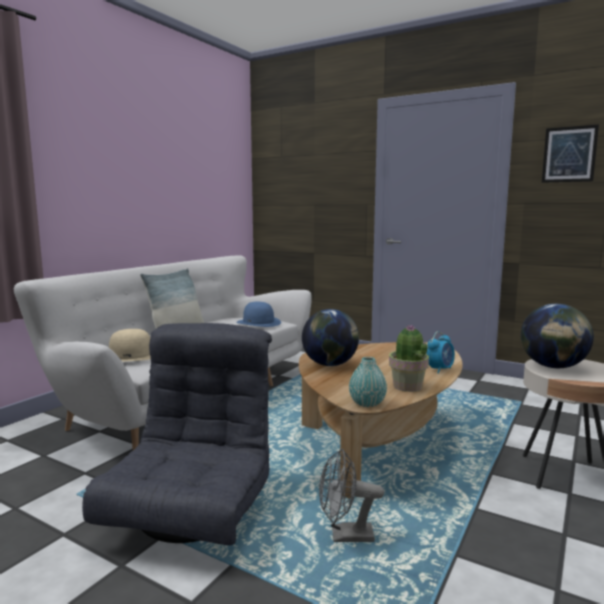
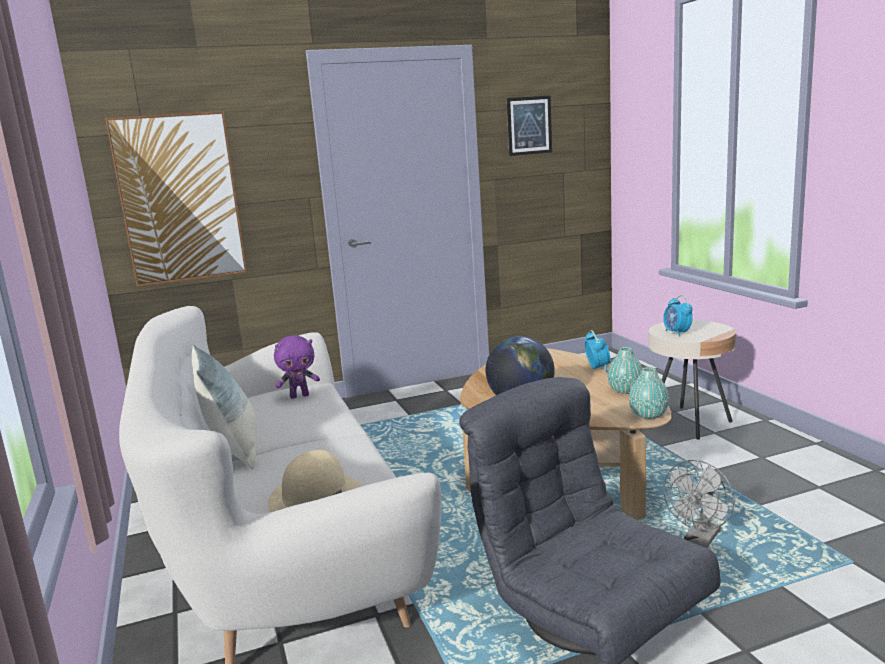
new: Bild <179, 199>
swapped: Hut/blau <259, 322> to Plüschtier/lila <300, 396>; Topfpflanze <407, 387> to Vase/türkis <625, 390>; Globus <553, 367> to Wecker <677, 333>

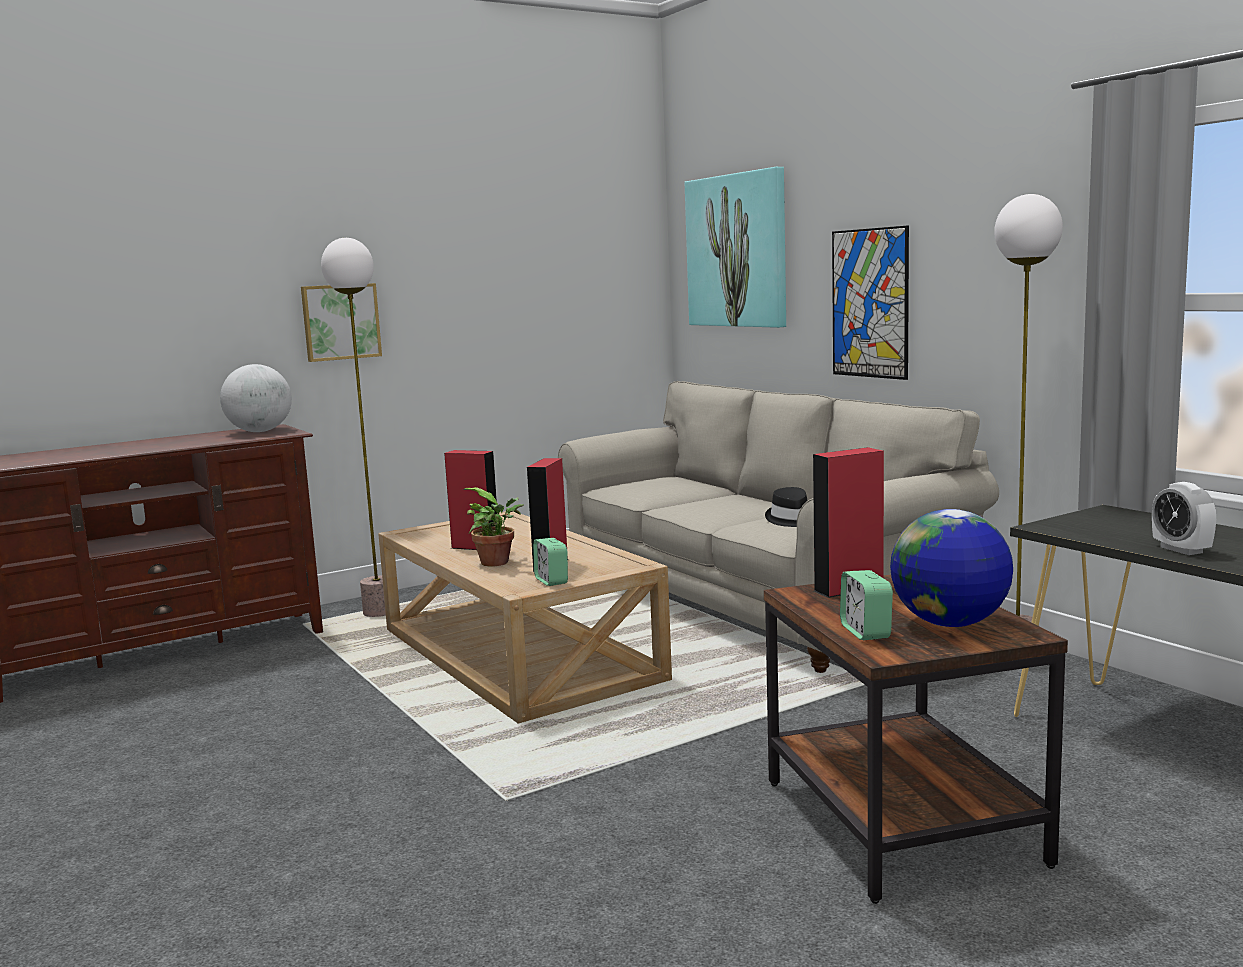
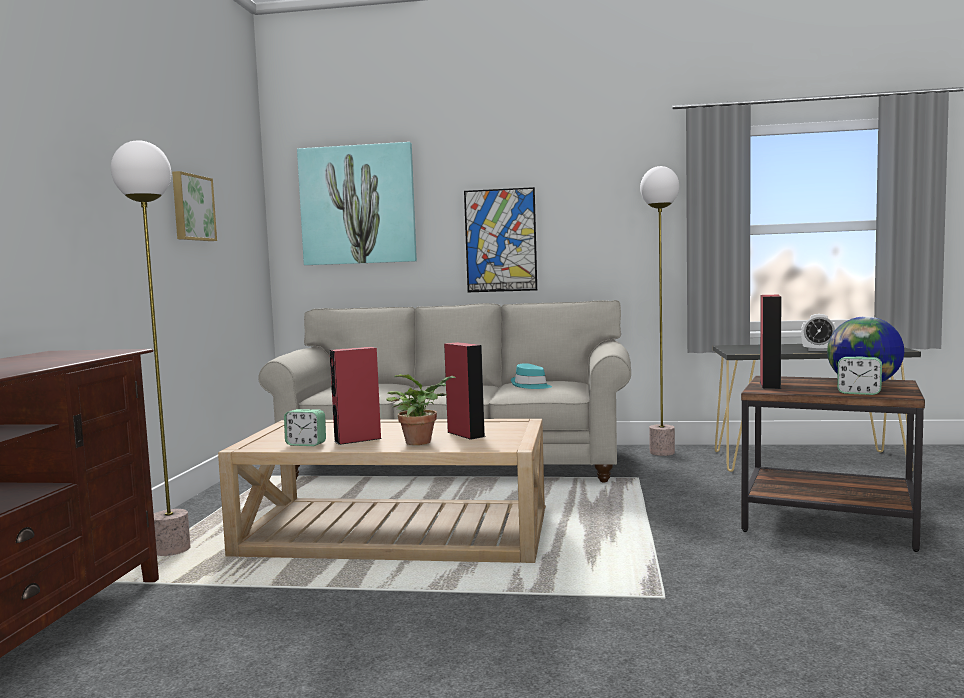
gone: Globus <259, 431>
shifted: Bild <340, 322> to <192, 208>; Wecker <551, 581> to <306, 444>
repainted: Hut/schwarz <791, 520> to Hut/türkis <531, 386>

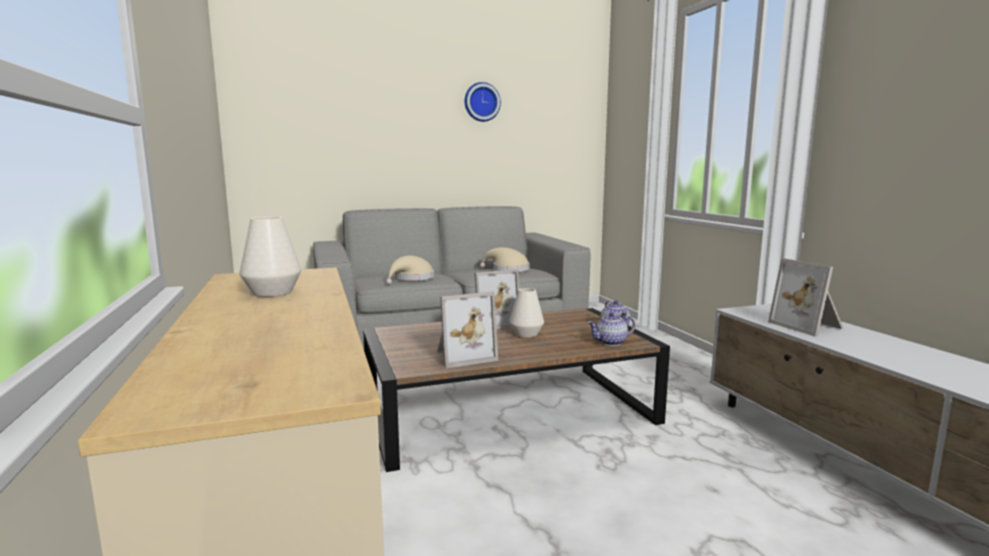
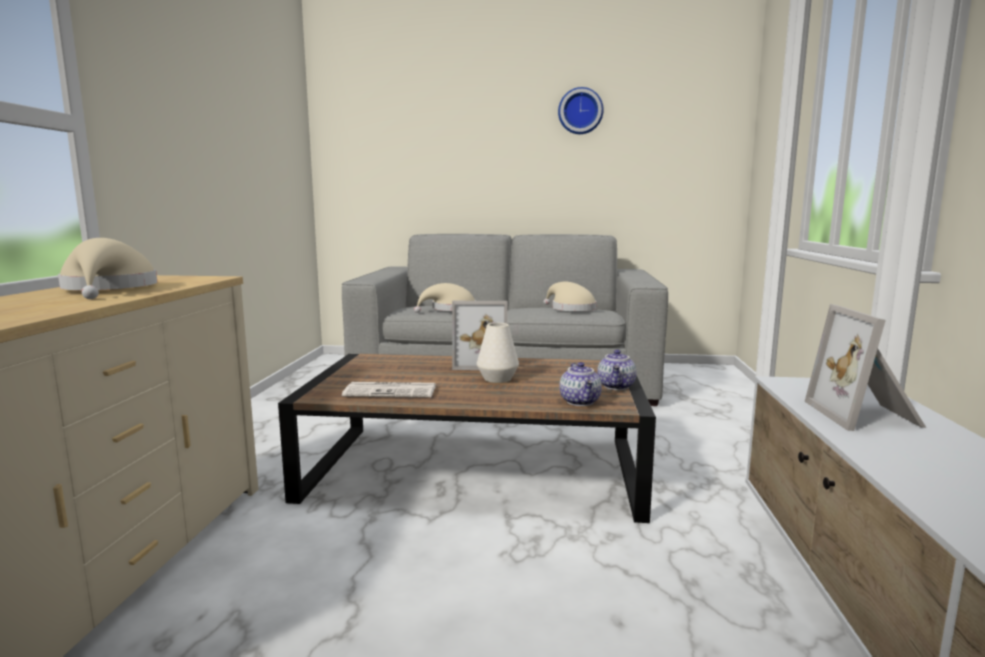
swapped: Vase/weiß <272, 292> to Hut/beige <109, 289>; Bilderrahmen <463, 356> to Zeitung <392, 391>
rotated: Teekanne <611, 343> = <581, 402> 105 degrees counterclockwise

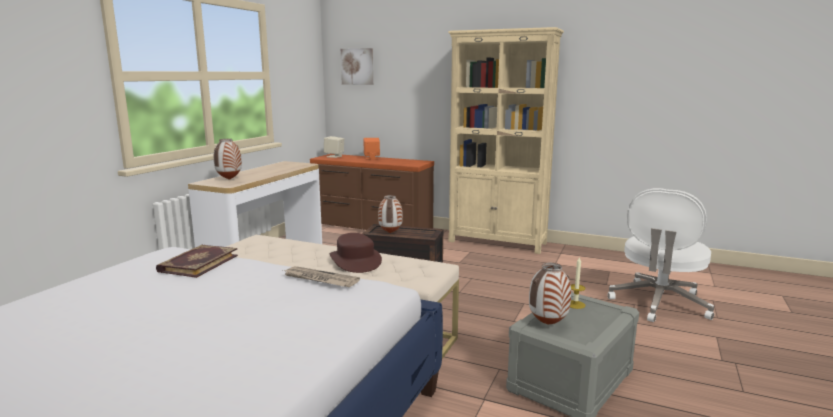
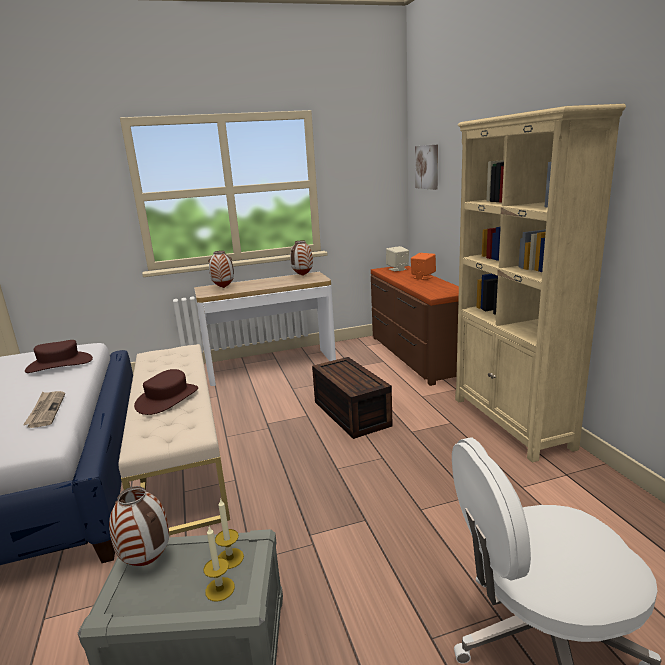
new: Kerze <220, 589>
shifted: Vase <390, 233> to <302, 275>
swapped: Buch <198, 263> to Hut/braun <59, 364>

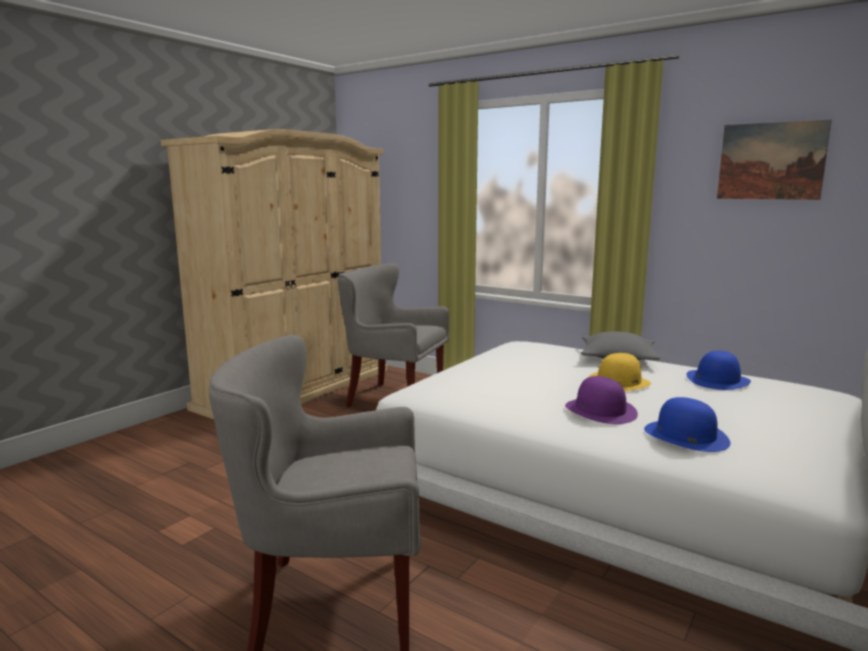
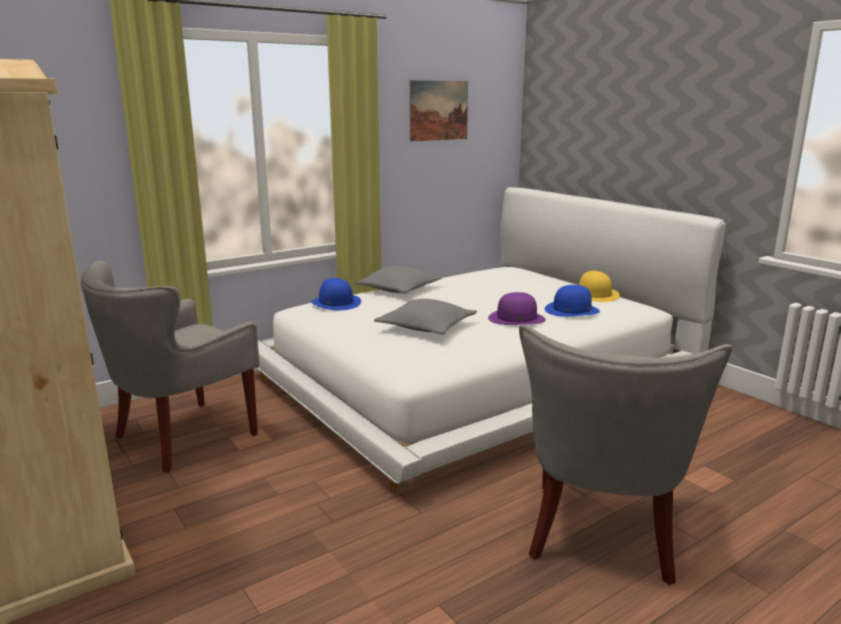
new: Kissen/grau <426, 327>
shifted: Hut/gelb <619, 382> to <594, 294>; Hut/blau <717, 380> to <336, 302>

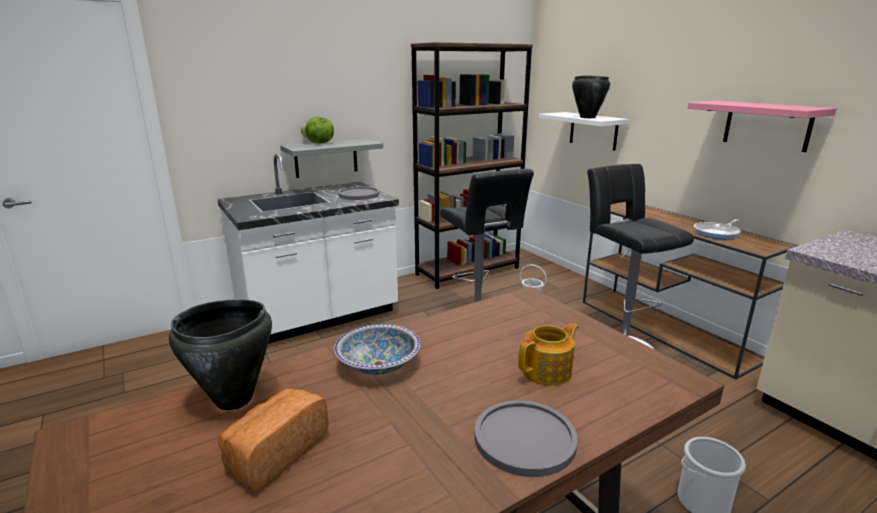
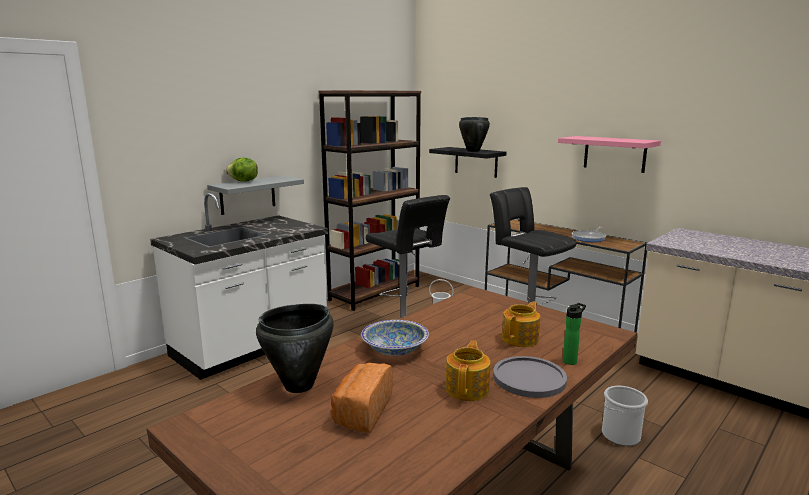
gone: Teller/grau <359, 194>
new: Teekanne <468, 389>; Flasche <571, 361>
repainted: Wandregal/weiß <593, 131> to Wandregal/schwarz <476, 162>

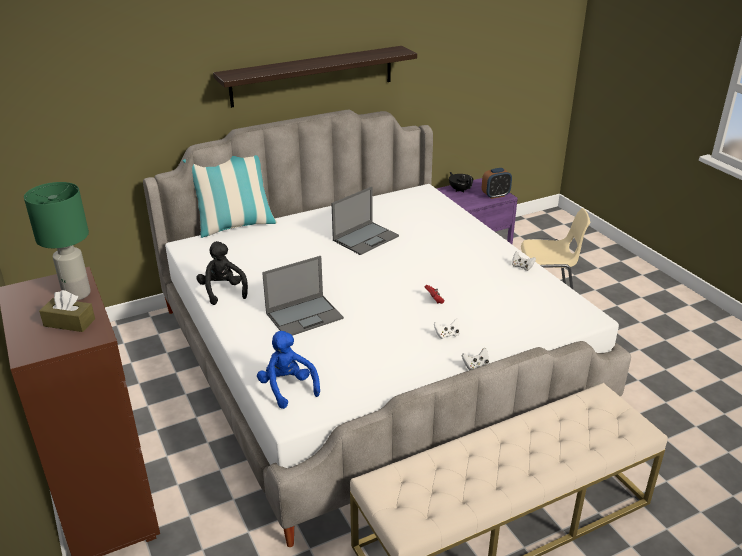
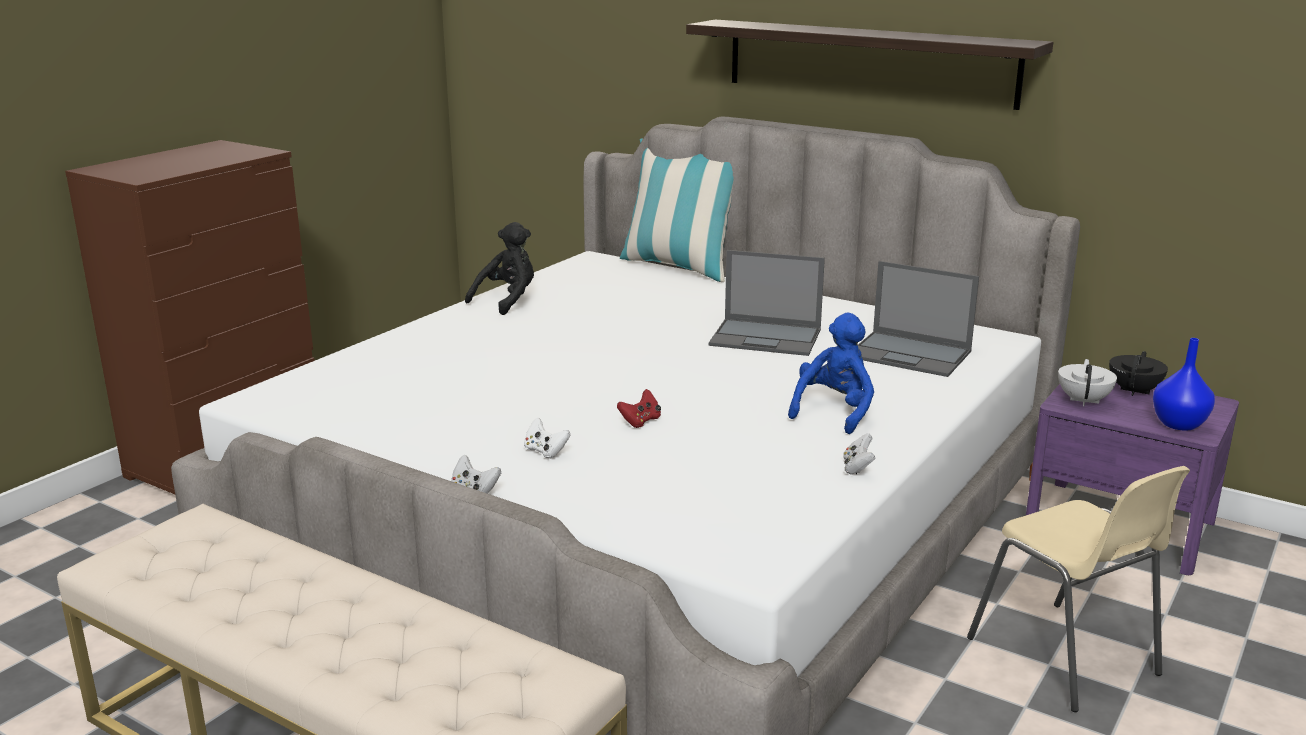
gone: Tischlampe/grün <77, 294>; Taschentuchbox/braun <69, 322>
new: Teekanne/weiß <1084, 401>
shifted: Plüschtier/blau <287, 388> to <834, 411>; Laptop <305, 315> to <911, 354>
swapped: Wecker <495, 195> to Vase/blau <1180, 424>

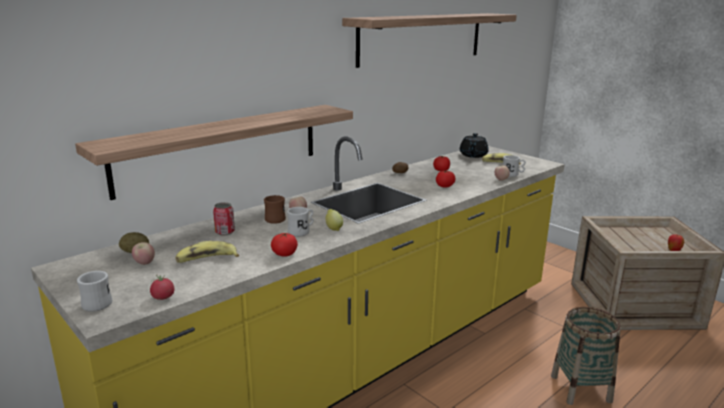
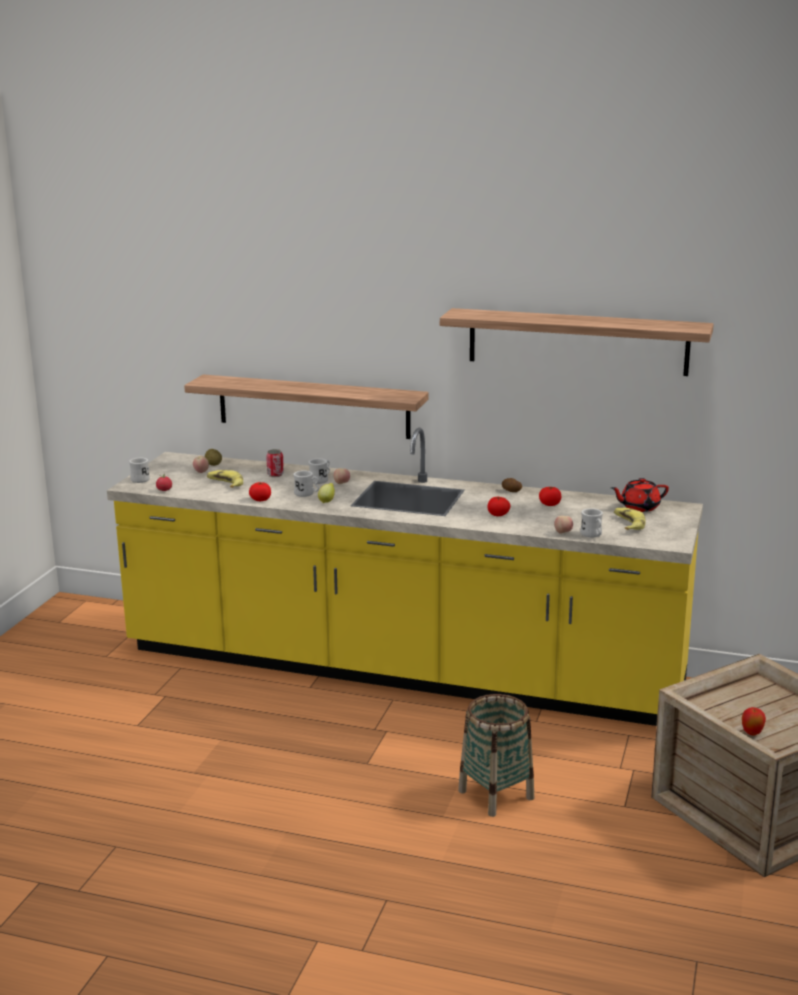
repainted: Henkelbecher/braun <274, 218> to Henkelbecher/weiß <321, 480>; Teekanne/schwarz <473, 155> to Teekanne/rot <639, 507>

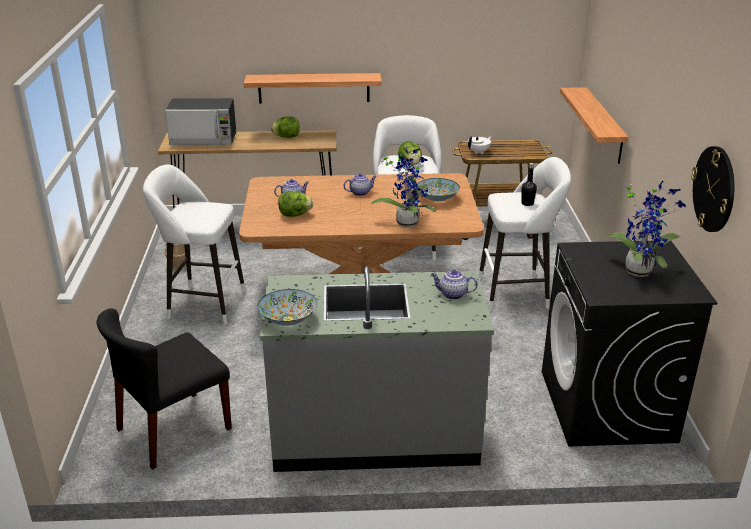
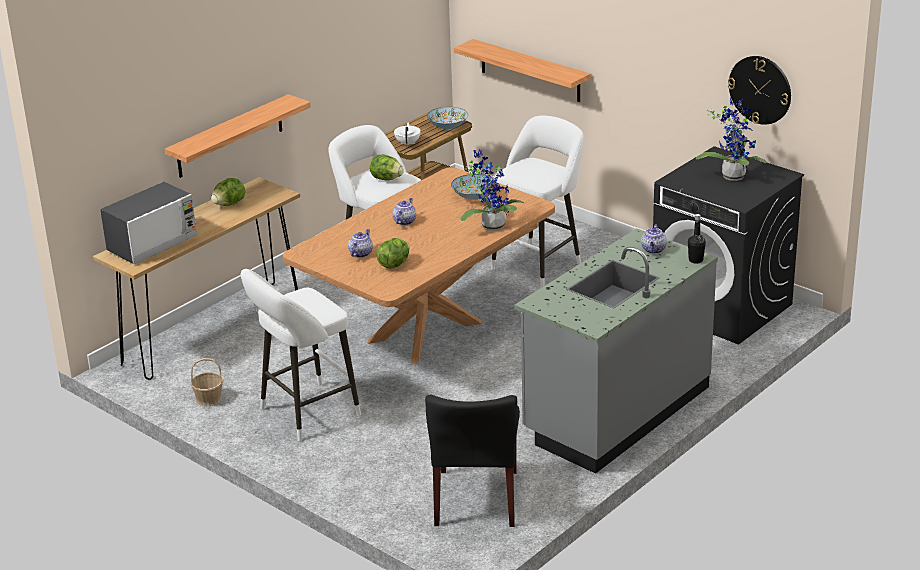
shifted: Schüssel <288, 320> to <448, 126>; Flasche/schwarz <527, 203> to <695, 260>
rotated: Teekanne <452, 294> = <654, 250> 45 degrees counterclockwise

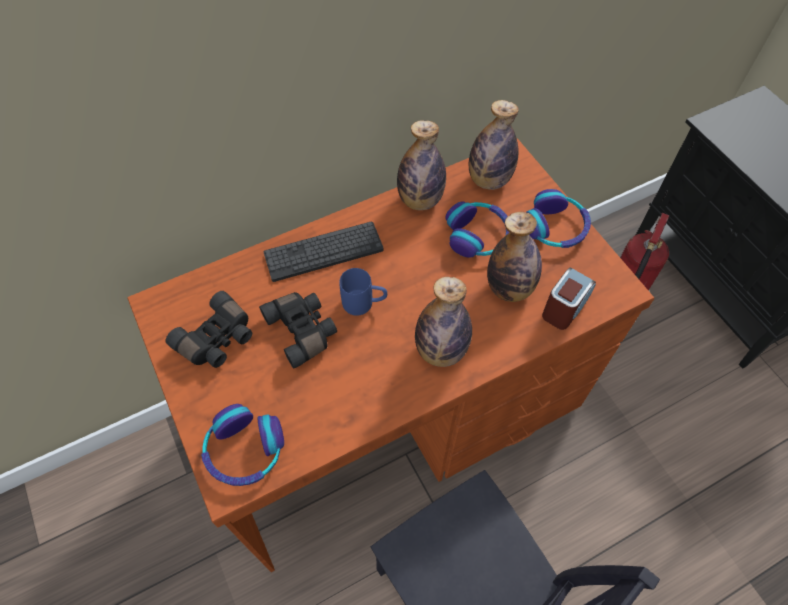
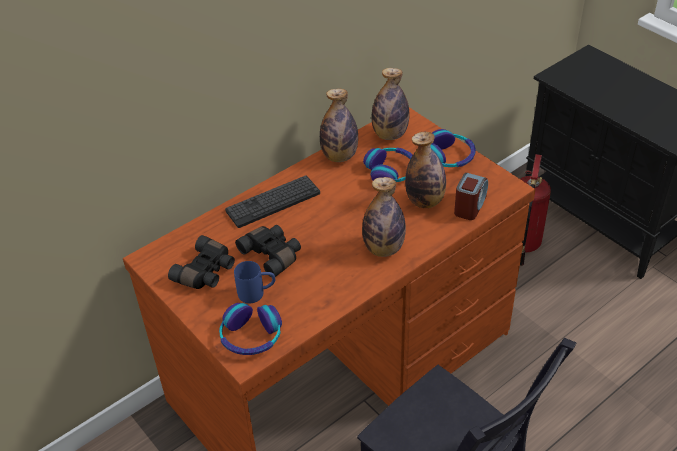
shifted: Henkelbecher/blau <364, 304> to <257, 293>

